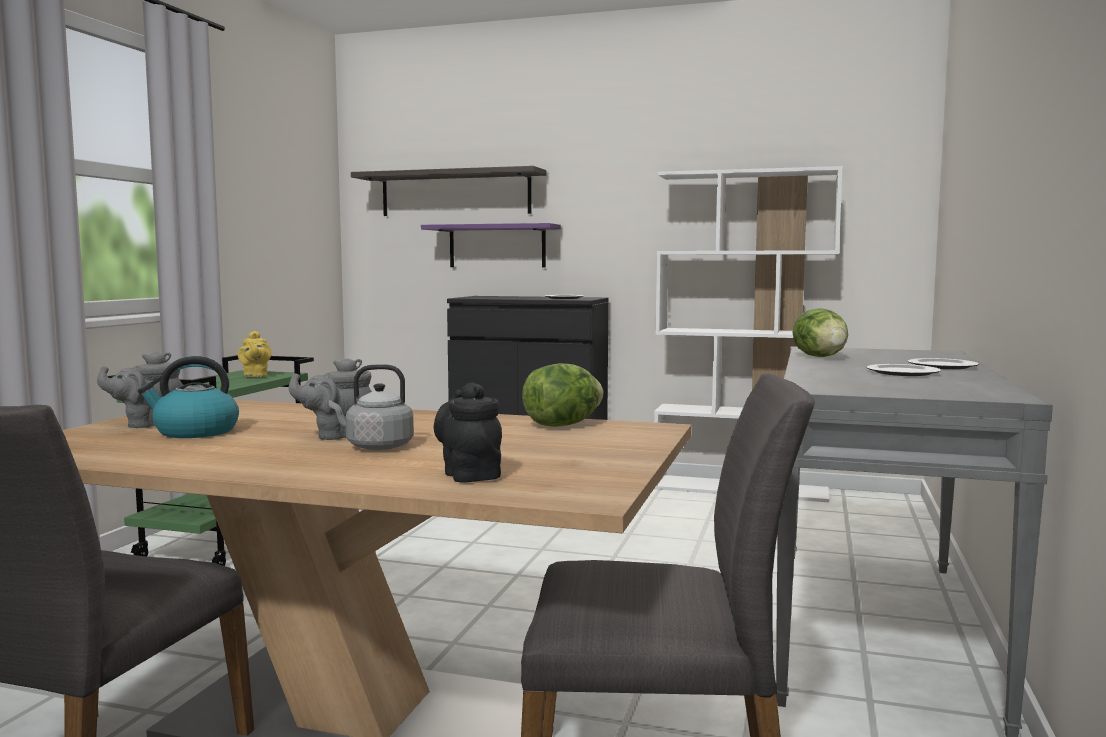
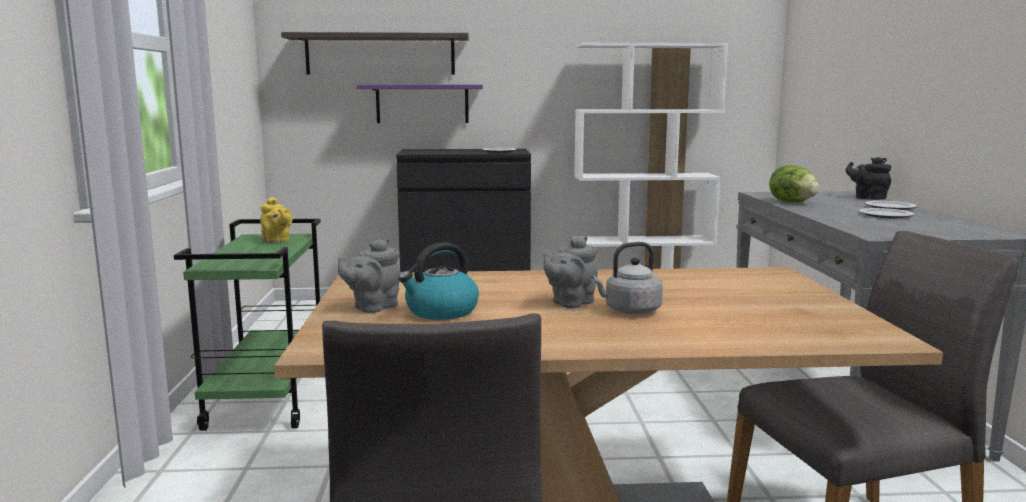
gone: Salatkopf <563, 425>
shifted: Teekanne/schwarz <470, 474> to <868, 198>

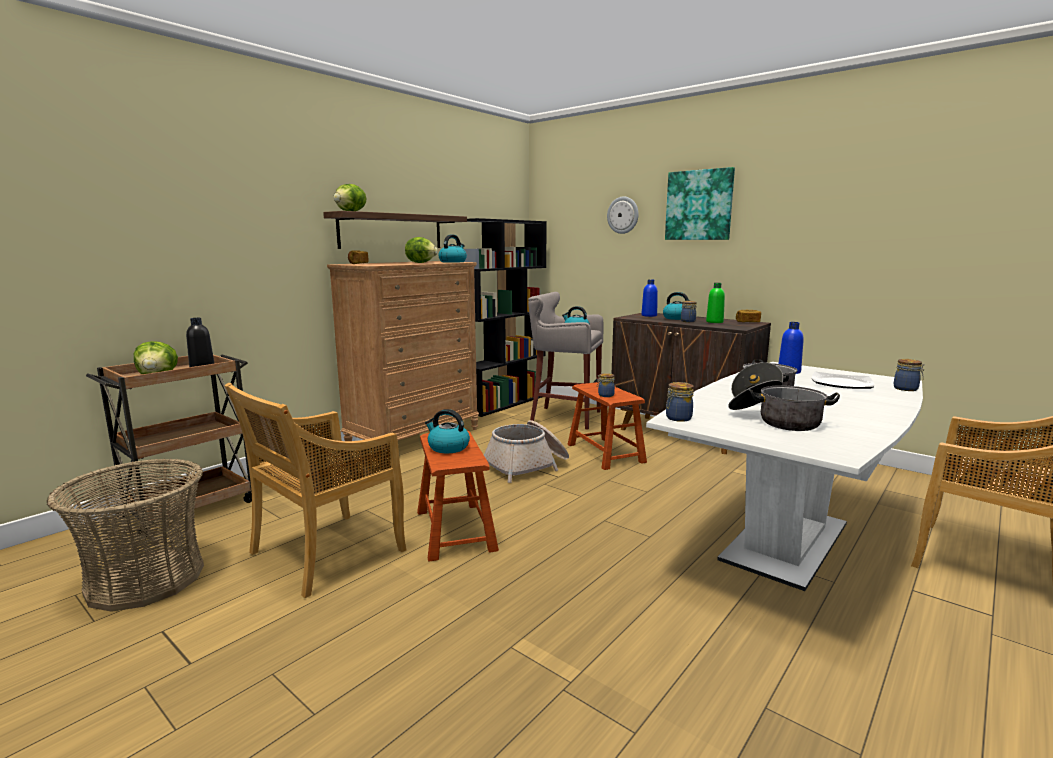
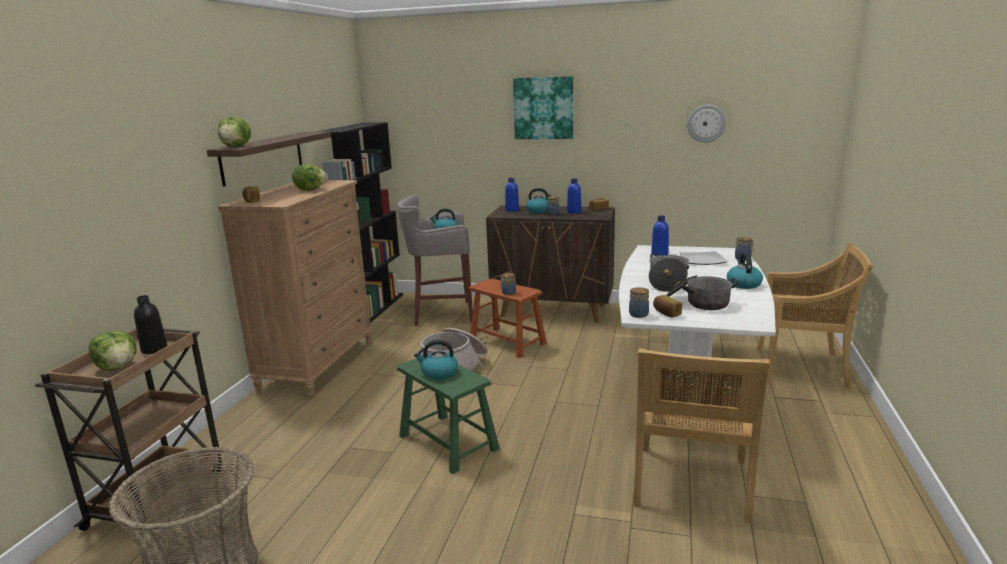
new: Brot <666, 313>
shifted: Stuhl/beige <325, 553> to <691, 484>; Wasserkessel <453, 262> to <743, 284>; Wanduhr <623, 215> to <706, 123>
repainted: Hocker/braun <455, 530> to Hocker/grün <448, 442>; Flasche/grün <714, 322> to Flasche/blau <574, 212>

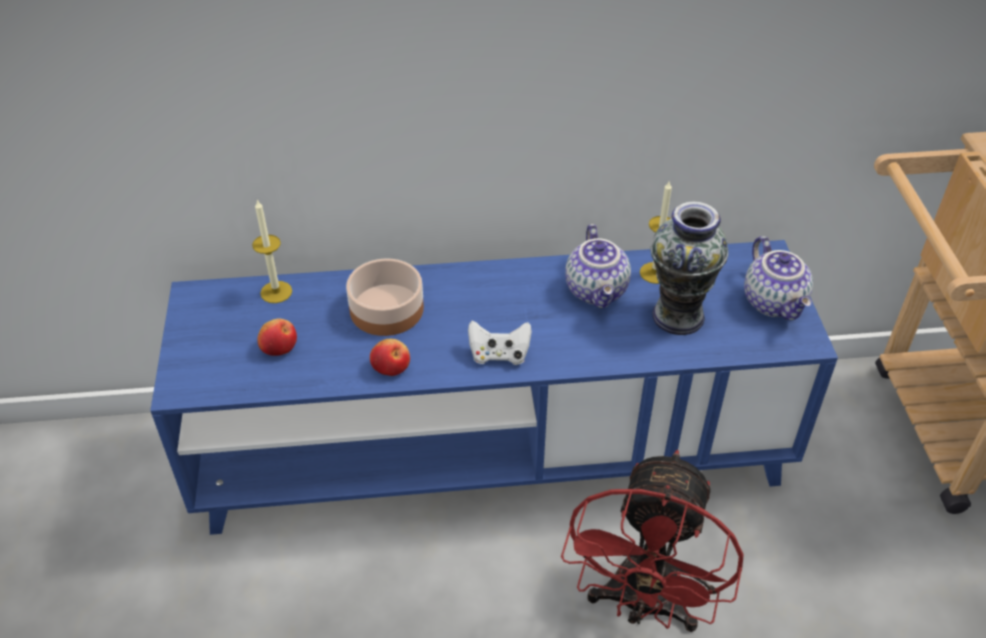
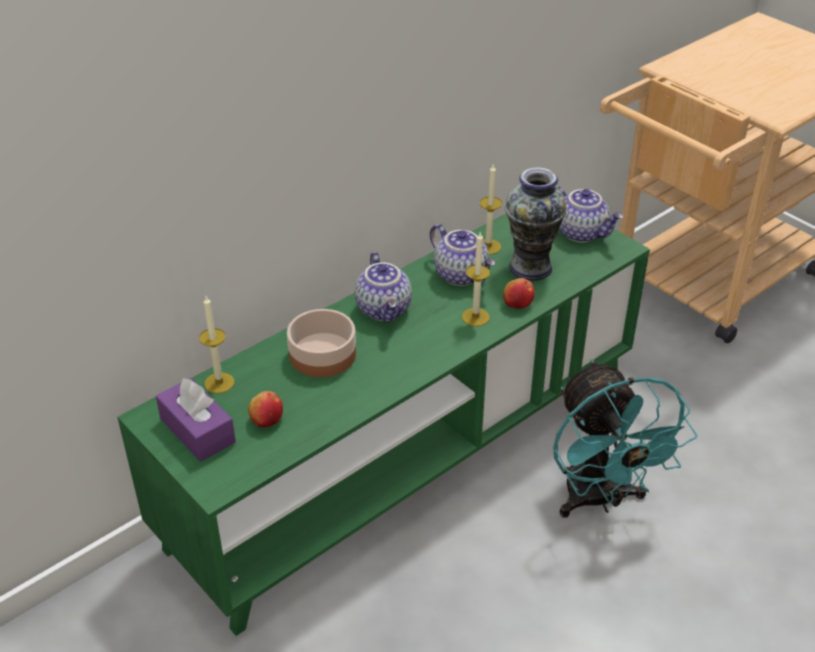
gone: Gamepad/weiß <499, 355>
new: Taschentuchbox/lila <197, 431>; Teekanne <385, 309>; Kerze <475, 317>
shifted: Apfel <391, 367> to <517, 303>
repainted: Fernsehschrank/blau <493, 453> to Fernsehschrank/grün <407, 457>; Ventilator/rot <642, 605> to Ventilator/türkis <599, 500>

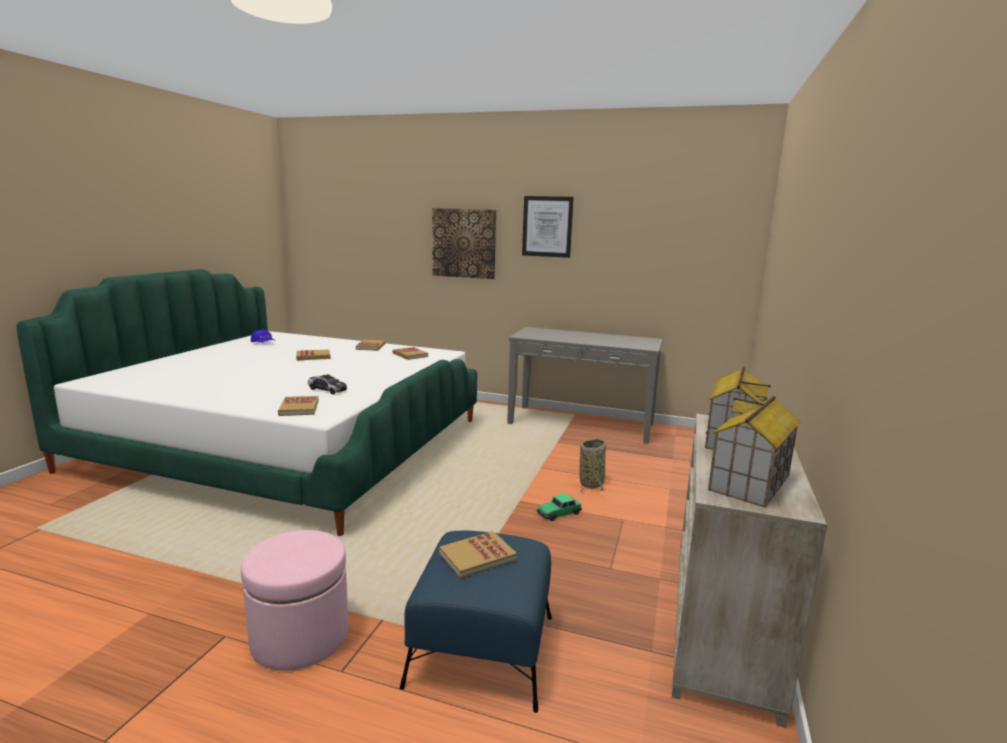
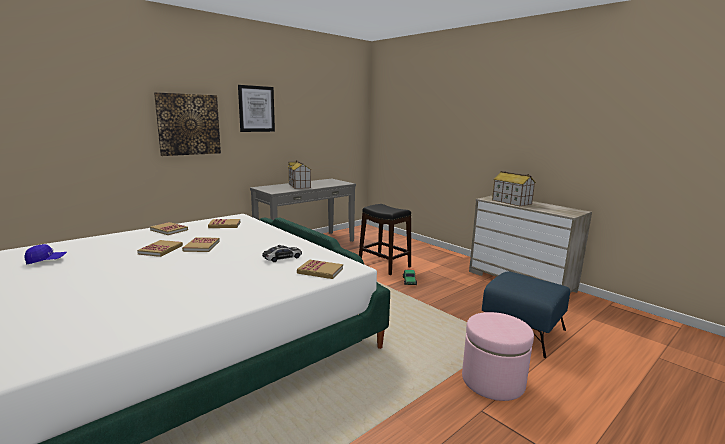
shifted: Buch <477, 556> to <201, 246>; Spielzeughaus <750, 483> to <300, 186>
swapped: Korb <592, 483> to Hocker/schwarz <384, 265>

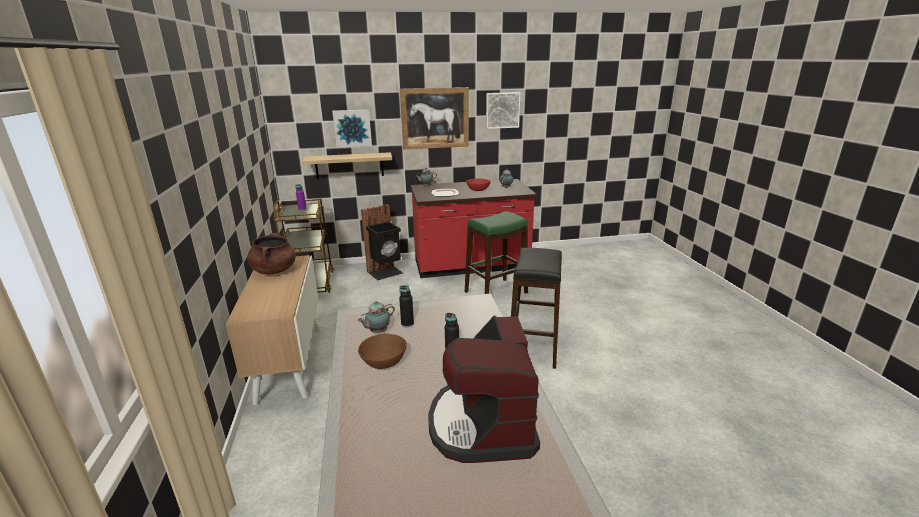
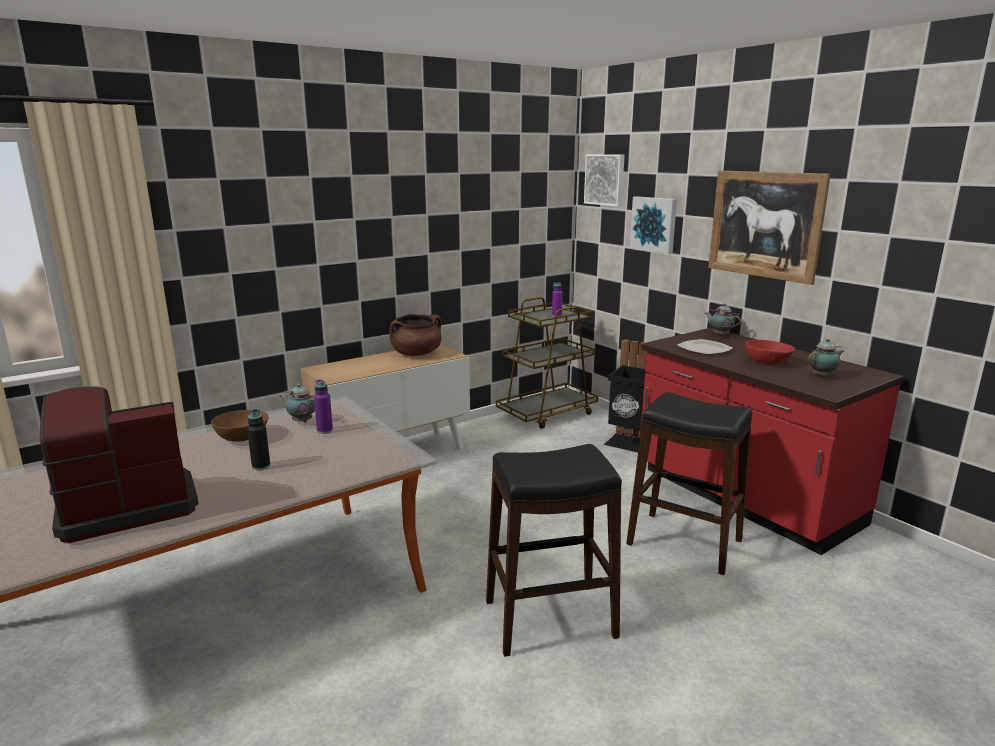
gone: Wandregal <349, 166>
shifted: Bild <502, 110> to <605, 179>
repainted: Flasche/schwarz <407, 324> to Flasche/lila <325, 430>; Hocker/grün <496, 292> to Hocker/schwarz <685, 542>

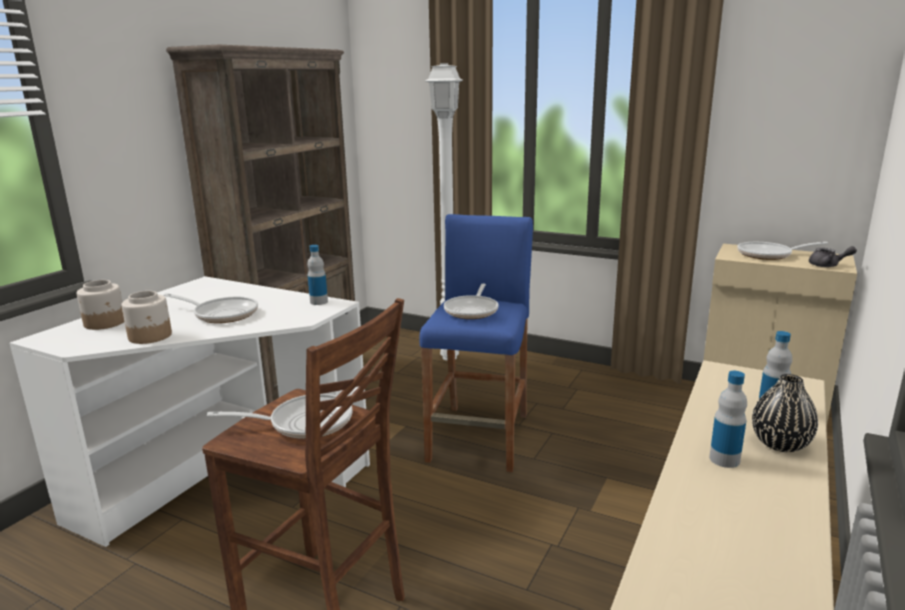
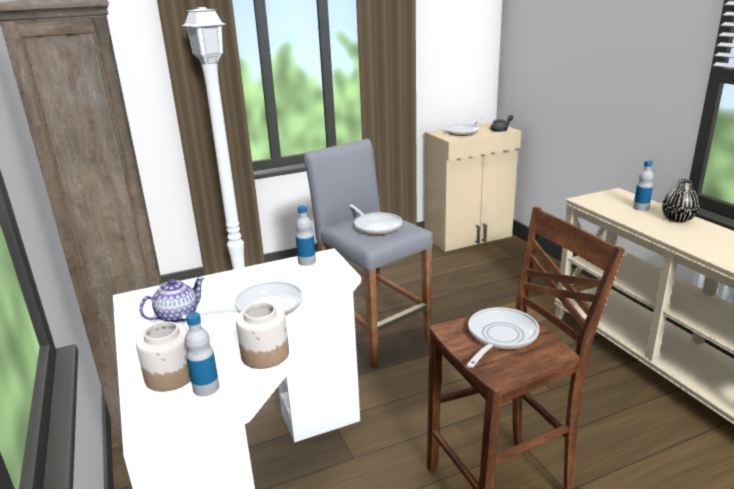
new: Teekanne <177, 315>
shifted: Flasche <724, 459> to <206, 388>
repainted: Hocker/blau <479, 437> to Hocker/grau <373, 333>

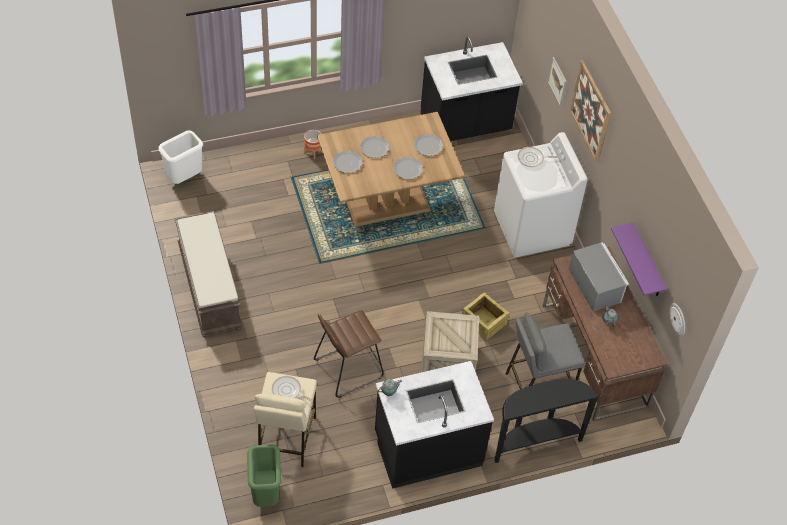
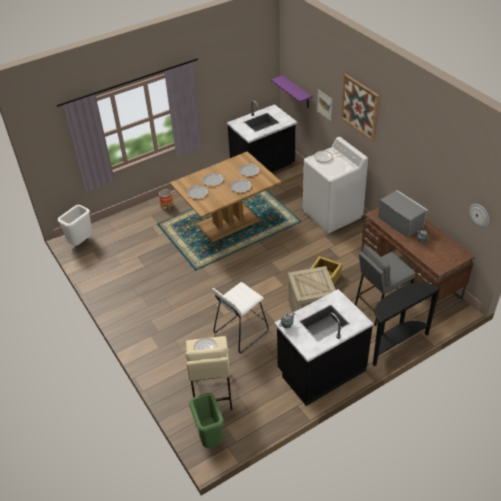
gone: Bank/braun <208, 287>
shifted: Wandregal/lila <647, 262> to <297, 92>
repainted: Hocker/braun <348, 368> to Hocker/weiß <241, 332>

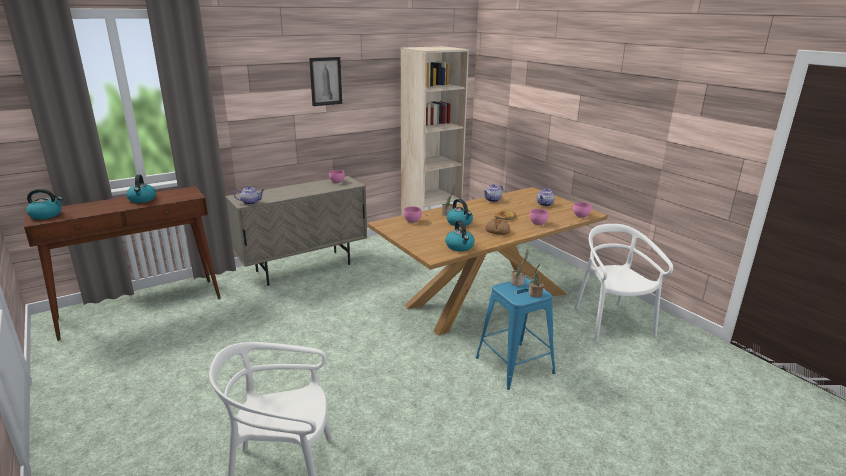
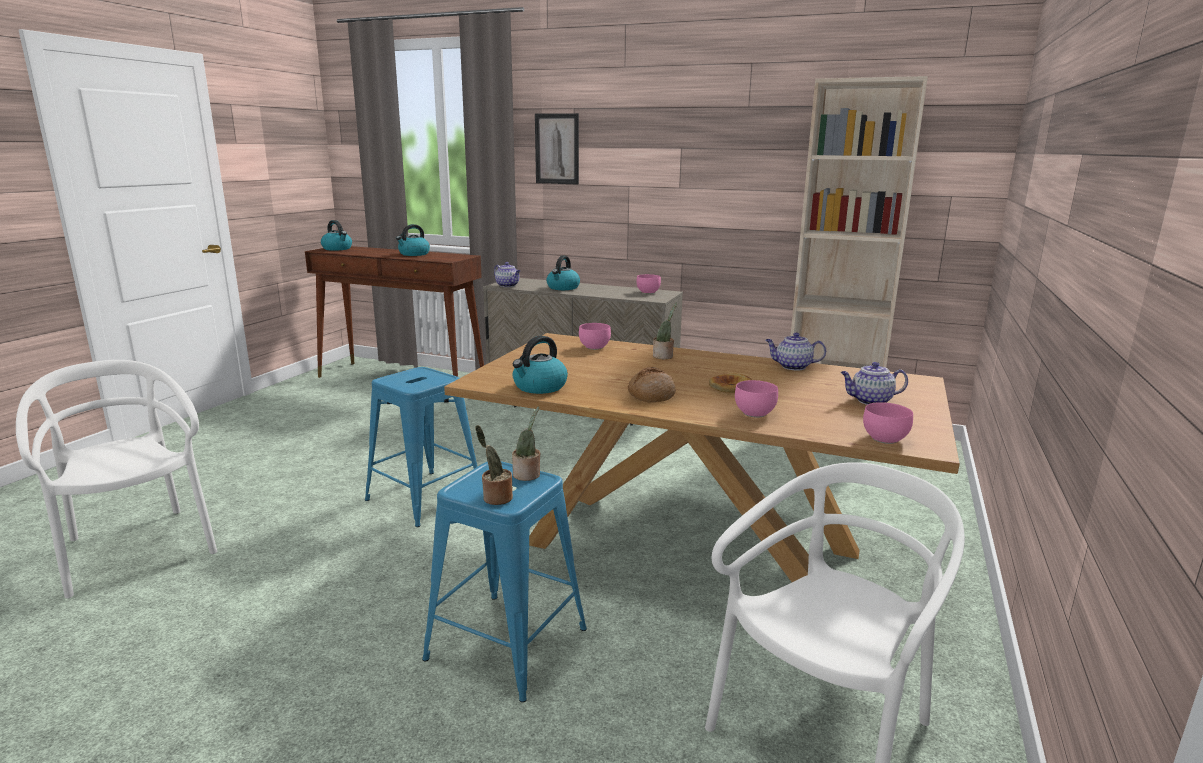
new: Hocker/blau <425, 498>
shifted: Bild <326, 81> to <557, 149>; Wasserkessel <460, 223> to <563, 288>

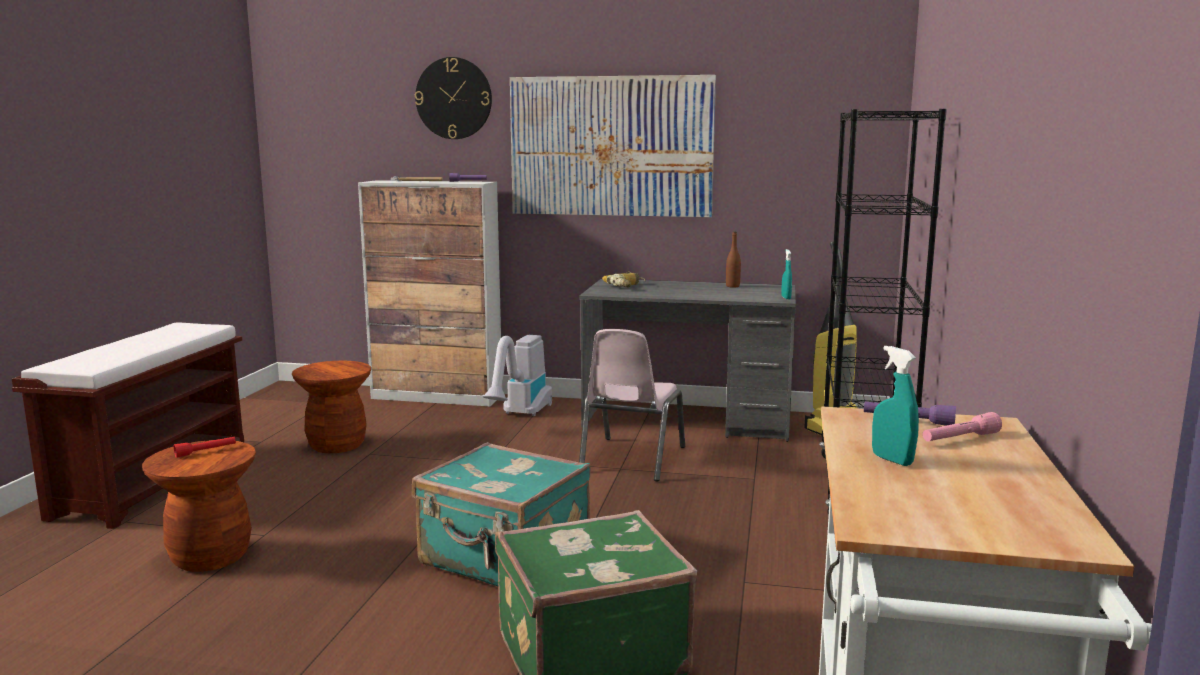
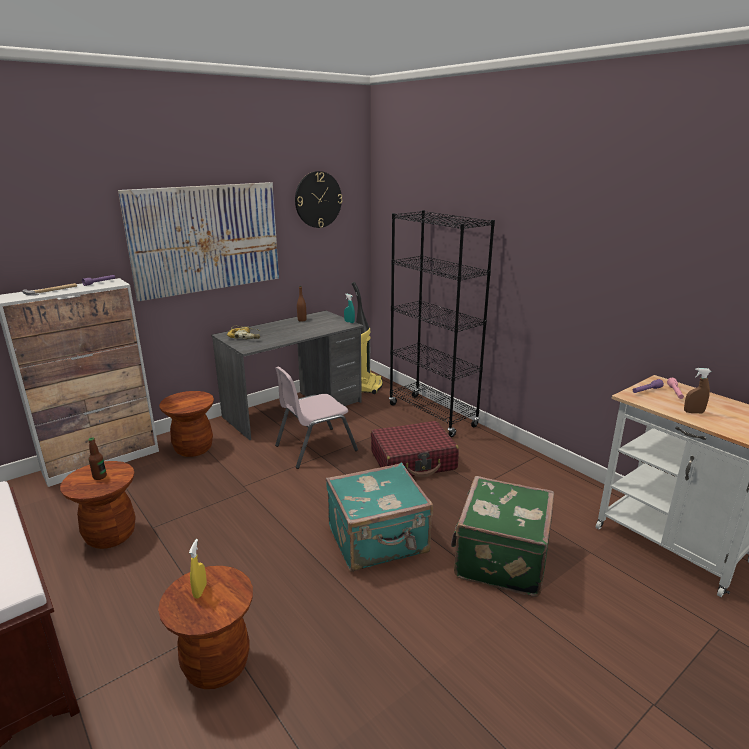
new: Flasche <100, 477>; Koffer/rot <413, 461>
shifted: Wanduhr <454, 98> to <318, 199>
swapped: Taschenlampe/rot <206, 451> to Sprühflasche/gelb <200, 591>; Staubsauger <520, 415> to Hocker/braun <193, 448>
repainted: Sprühflasche/türkis <892, 460> to Sprühflasche/braun <693, 412>
rotated: Stuhl/rosa <631, 459> = <315, 448> 90 degrees clockwise

